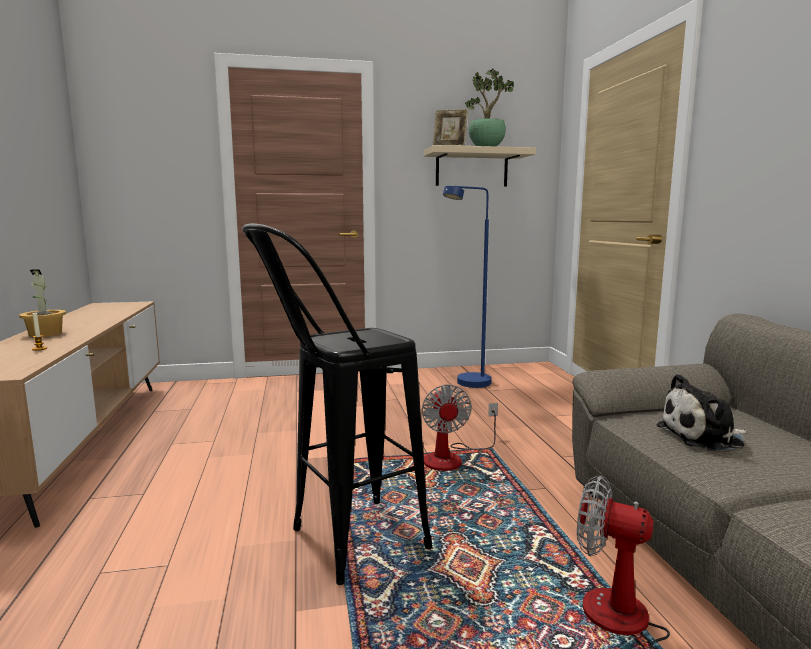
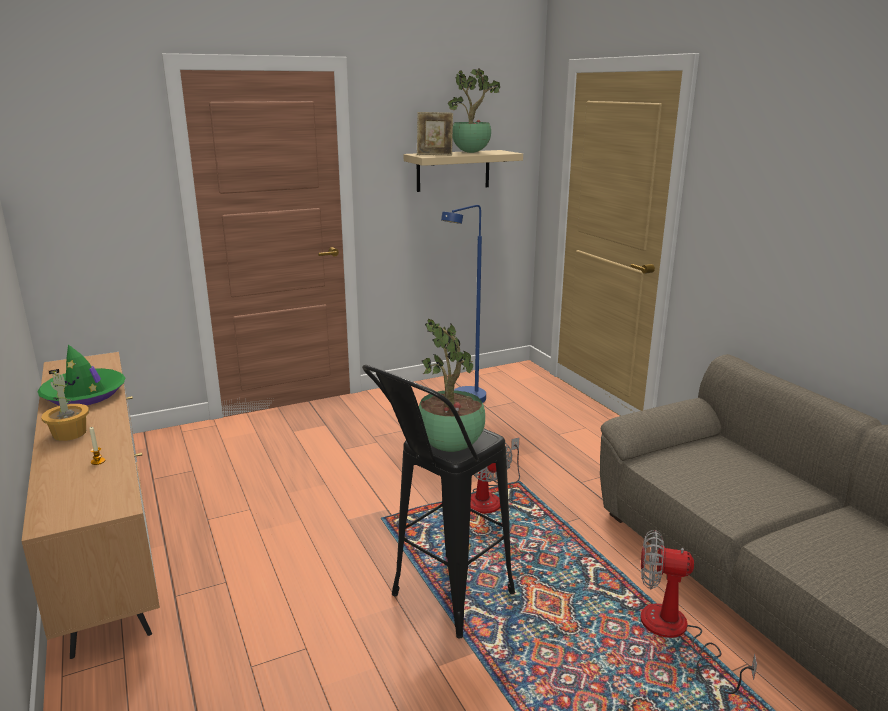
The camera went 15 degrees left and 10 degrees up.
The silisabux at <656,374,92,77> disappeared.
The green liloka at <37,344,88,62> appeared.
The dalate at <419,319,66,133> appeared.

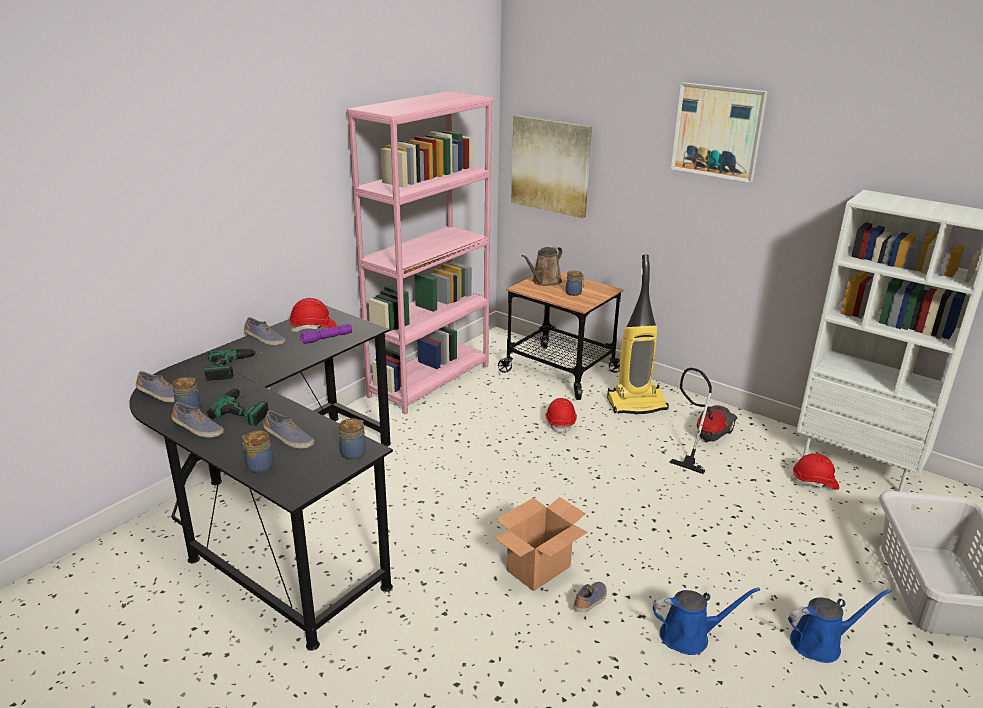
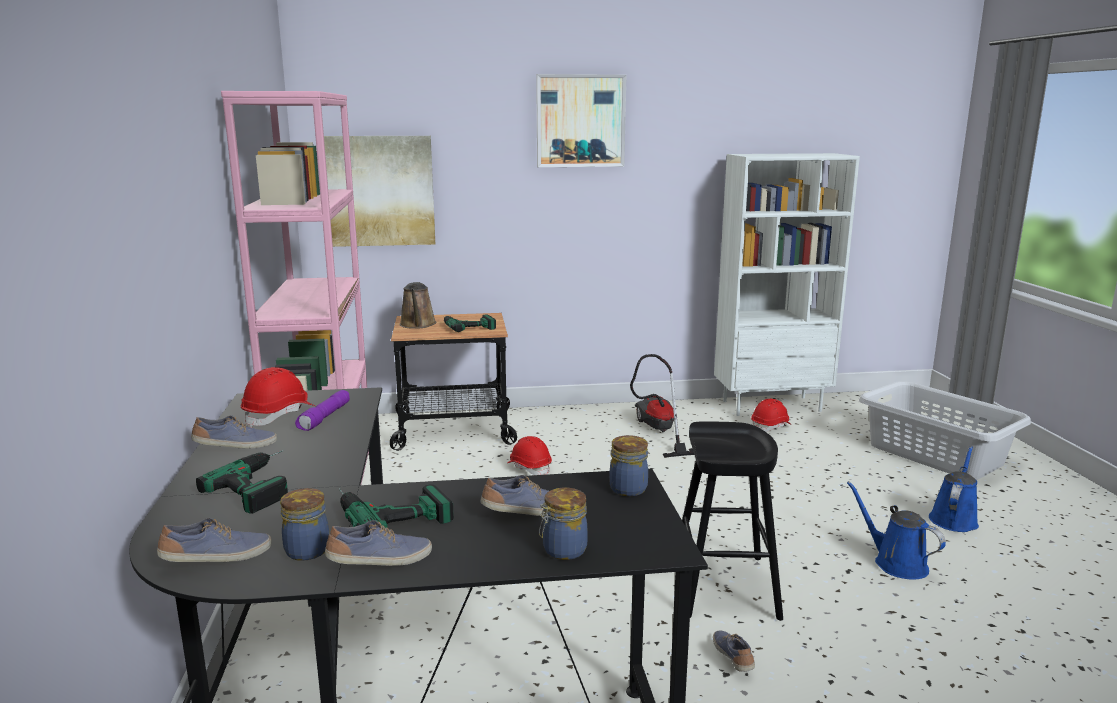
The camera went 45 degrees left and 10 degrees down.
The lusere at <494,497,94,94> was replaced by the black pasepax at <682,421,101,200>.
The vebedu at <566,271,18,25> was replaced by the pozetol at <443,315,53,17>.
The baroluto moved from <573,582,34,30> to <713,631,42,41>.
The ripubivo at <607,255,62,159> disappeared.
The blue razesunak at <653,587,107,68> turned 75 degrees counterclockwise.

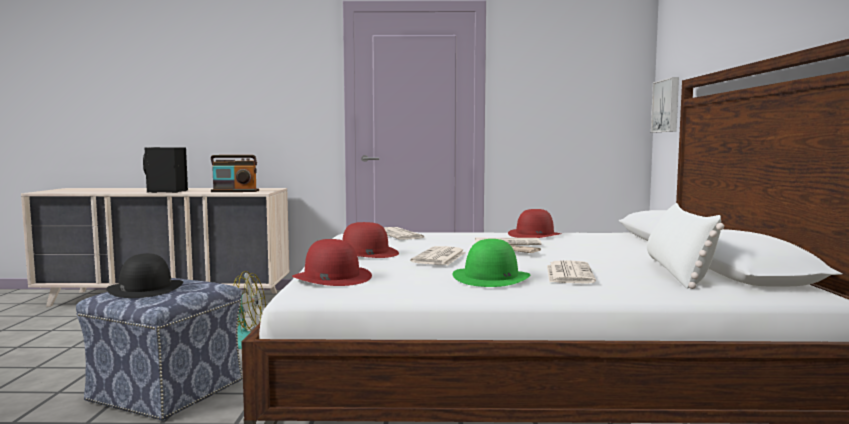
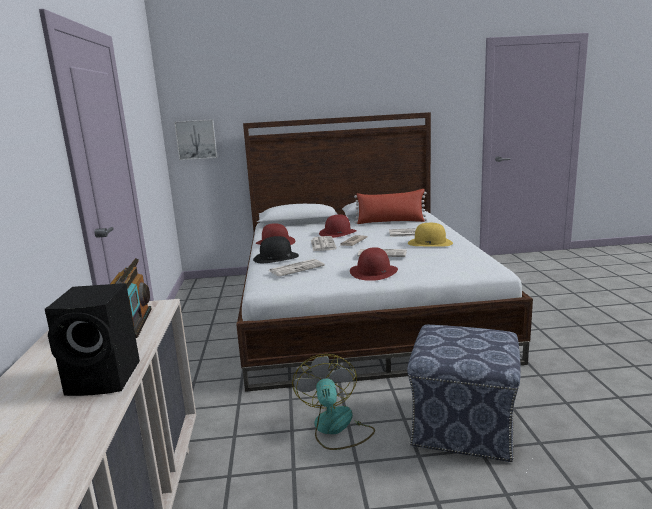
The camera went 95 degrees left and 10 degrees up.
The black liloka moved from <106,253,77,45> to <253,236,46,27>.
The red liloka moved from <292,239,80,47> to <319,214,37,24>.
The green liloka at <453,239,77,48> became the yellow liloka at <408,223,45,24>.
The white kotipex at <647,203,77,86> became the red kotipex at <354,189,73,35>.

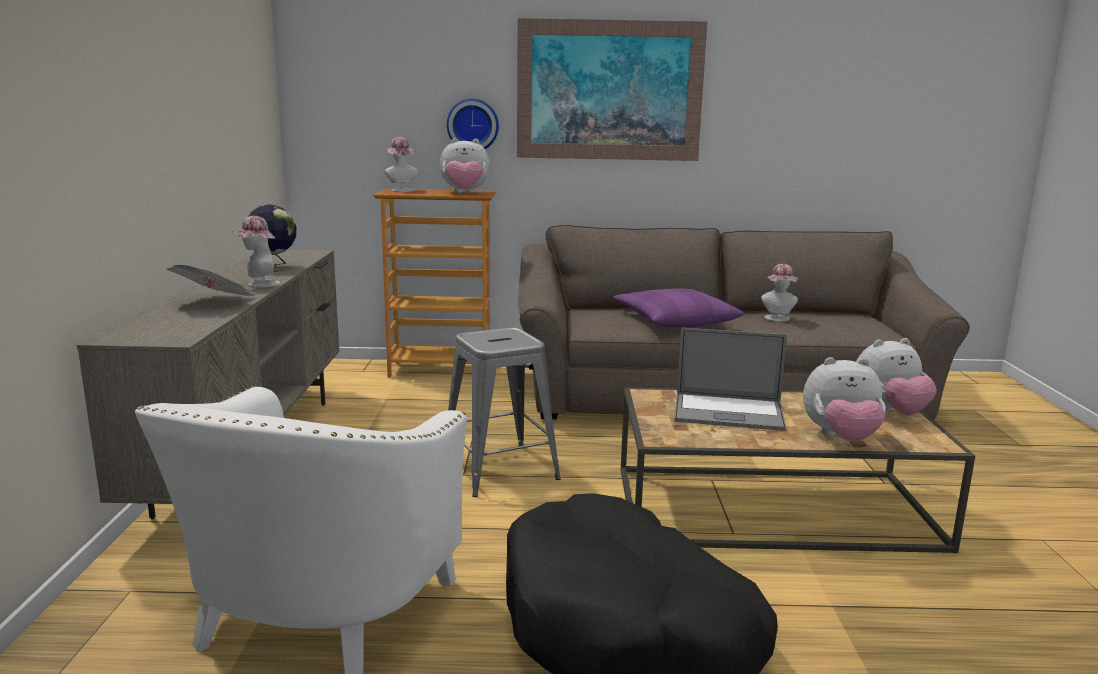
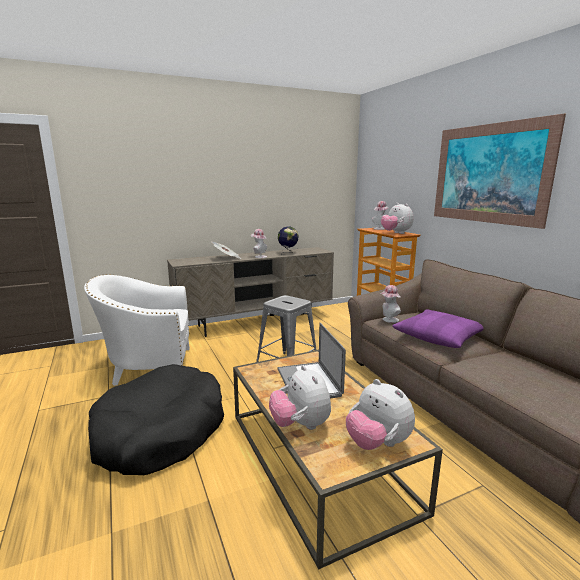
The camera went 65 degrees right and 0 degrees up.
The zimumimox at <447,98,52,51> disappeared.
The liloka moved from <761,264,37,58> to <380,285,21,38>.

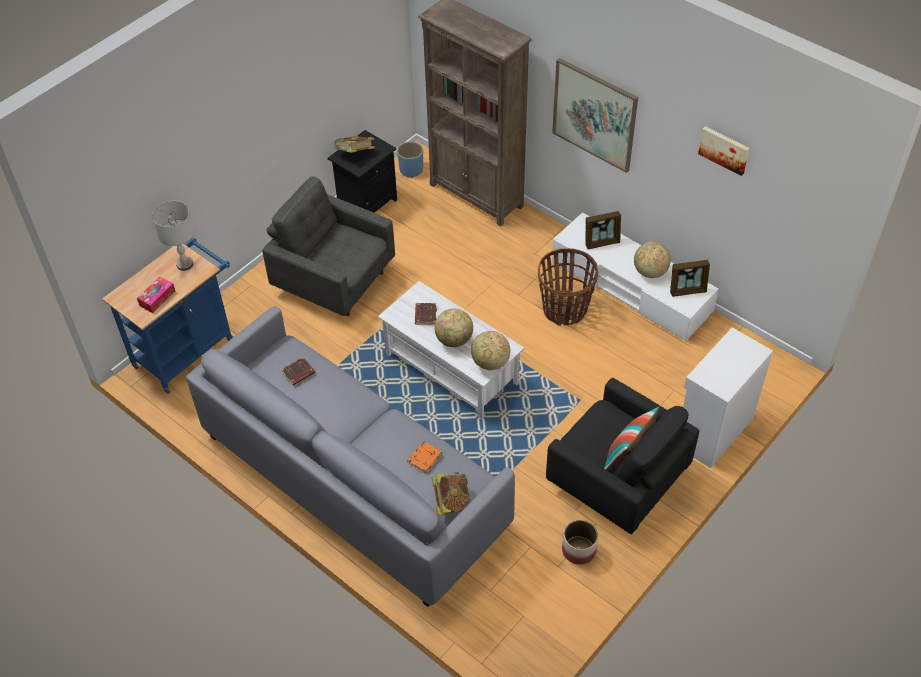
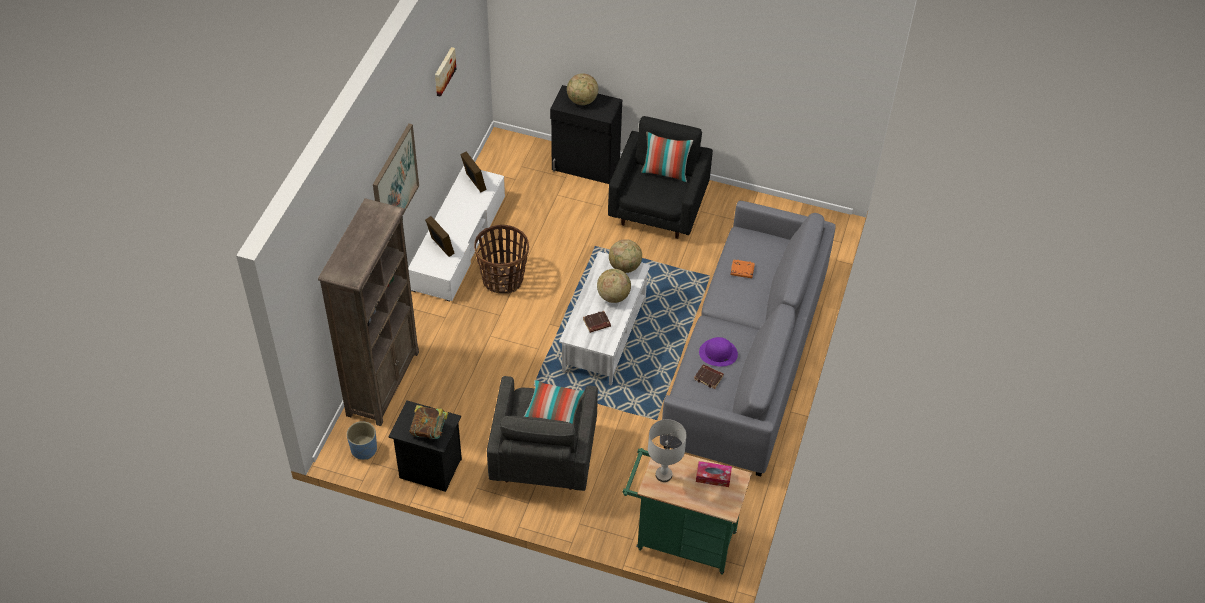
The camera went 115 degrees left and 0 degrees up.
The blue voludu at <102,238,131,156> became the green voludu at <622,446,130,129>.
The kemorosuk at <431,472,40,43> disappeared.
The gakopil at <562,520,36,45> disappeared.
The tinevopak moved from <634,242,37,36> to <567,73,31,32>.
The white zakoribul at <683,327,90,141> became the black zakoribul at <550,85,72,99>.
The kotipex at <523,380,62,45> appeared.
The purple liloka at <699,337,39,29> appeared.

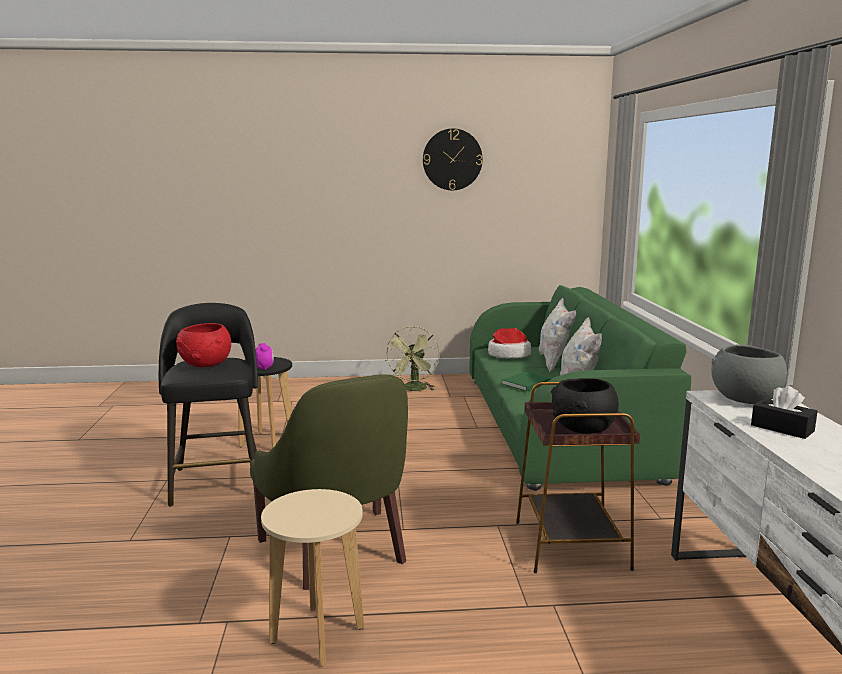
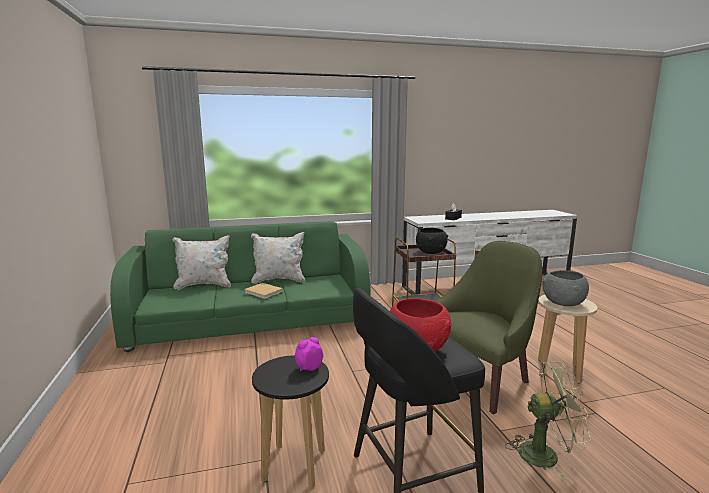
The camera went 100 degrees left and 0 degrees up.
The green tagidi moved from <385,326,55,65> to <505,361,86,119>.
The zimumimox at <423,128,60,62> disappeared.
The liloka at <488,328,43,30> disappeared.
The green kemorosuk at <502,372,49,19> became the beige kemorosuk at <244,283,39,16>.
The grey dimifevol moved from <711,344,76,60> to <542,270,47,36>.

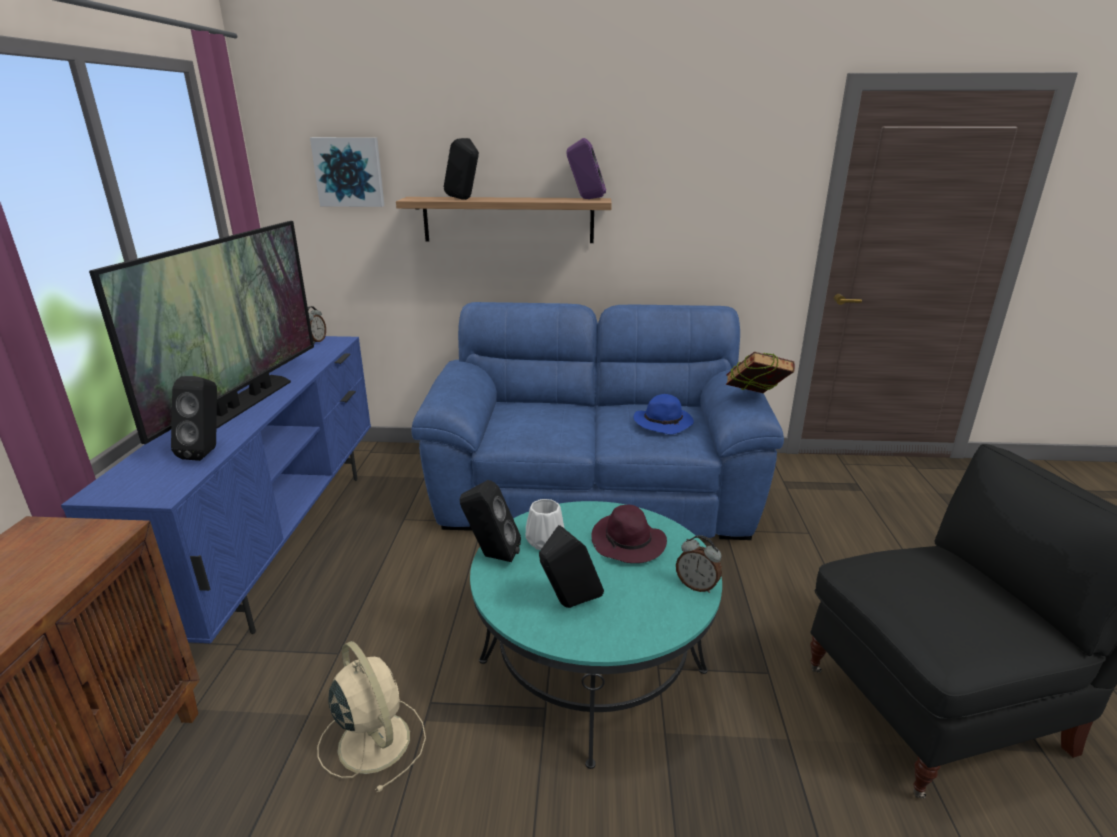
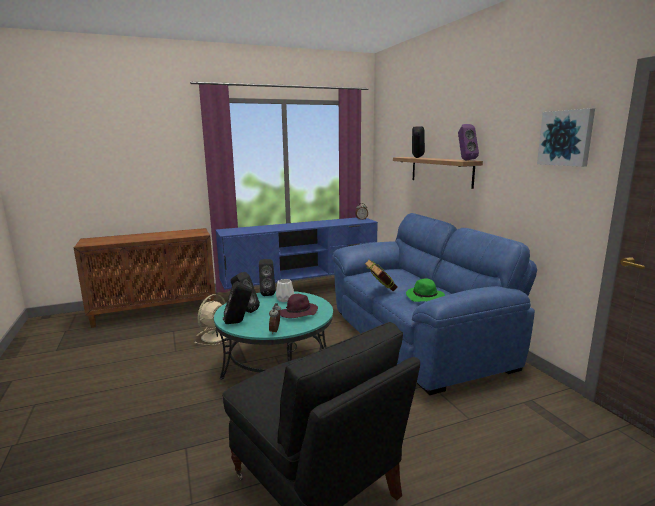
The camera went 65 degrees right and 10 degrees down.
The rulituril at <89,221,225,223> disappeared.
The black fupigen moved from <171,376,46,85> to <223,281,29,43>.
The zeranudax moved from <310,137,75,70> to <537,108,58,59>.
The blue liloka at <634,394,60,41> became the green liloka at <406,278,39,24>.
The kemorosuk moved from <726,352,69,41> to <364,259,33,32>.

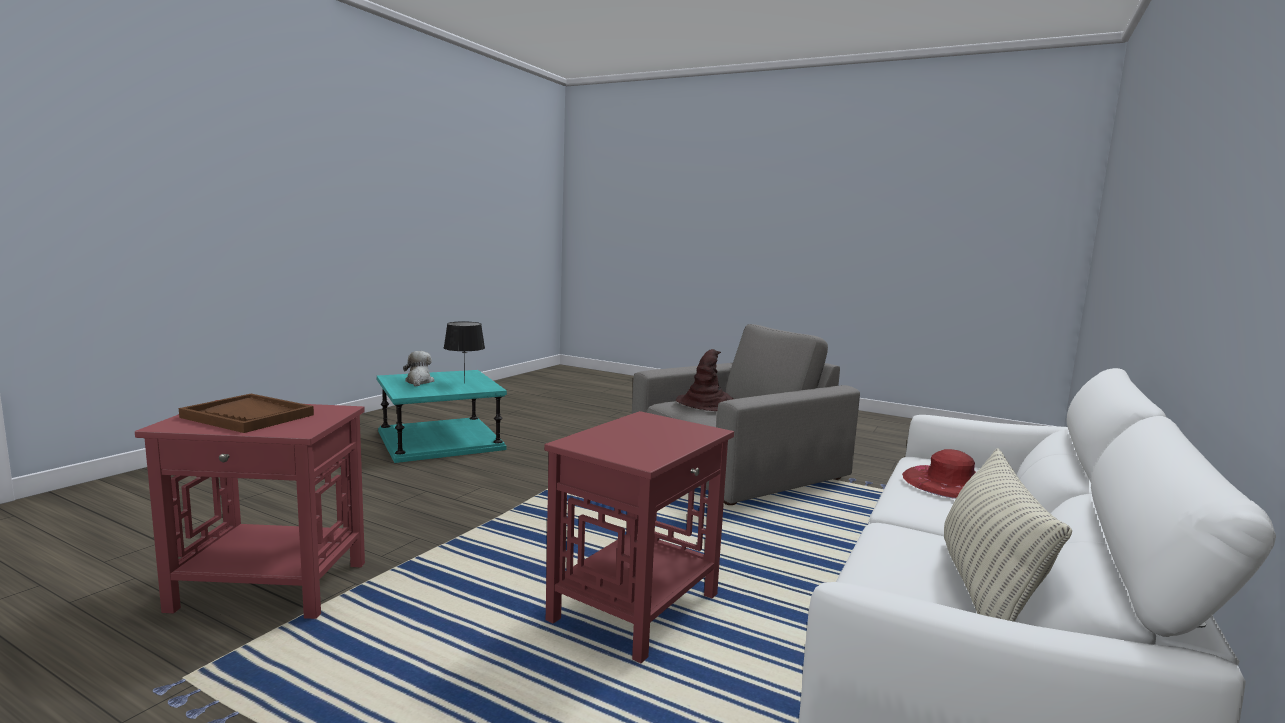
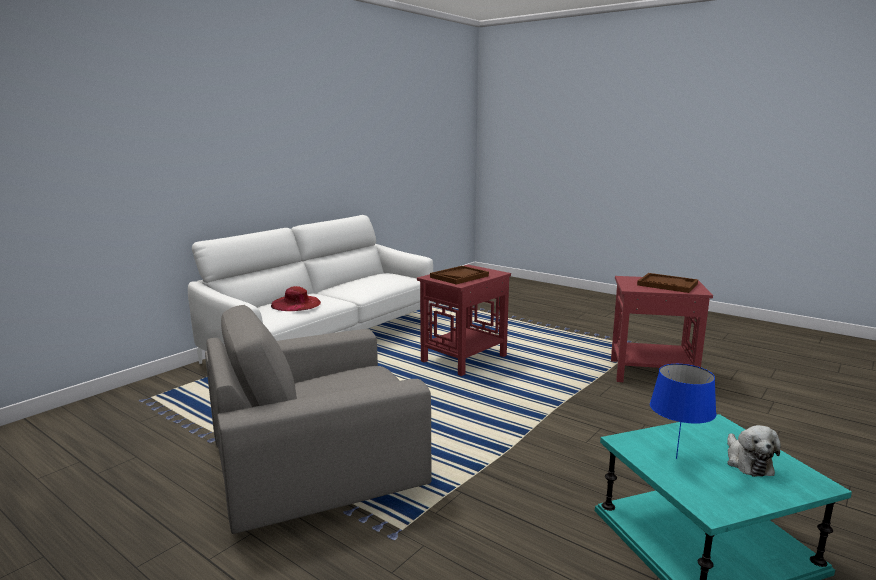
The camera went 170 degrees left and 5 degrees up.
The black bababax at <444,322,41,62> became the blue bababax at <650,364,67,95>.
The brown liloka at <676,349,57,62> disappeared.
The kotipex at <944,448,128,174> disappeared.
The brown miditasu at <430,266,59,18> appeared.

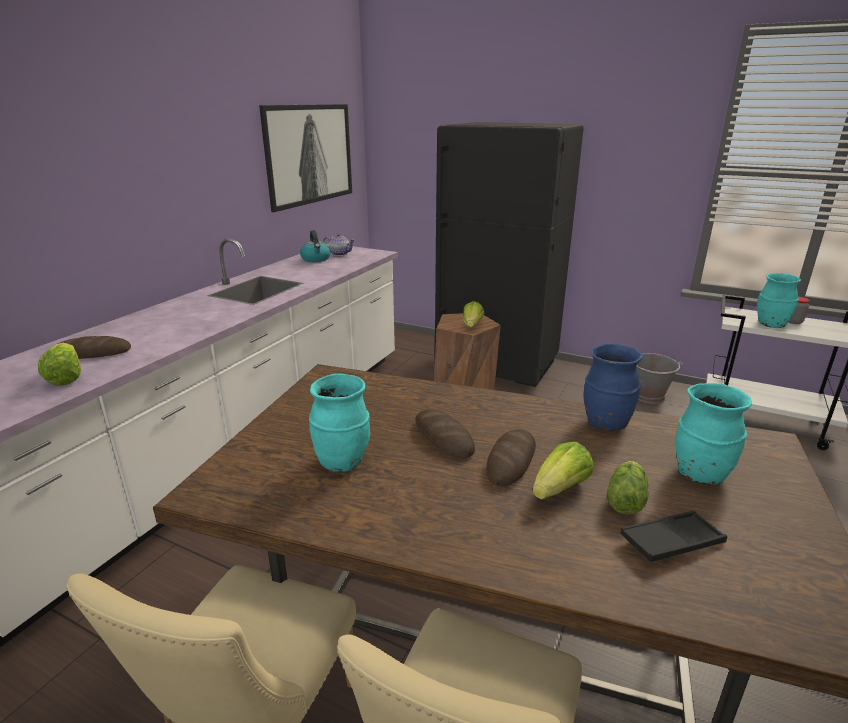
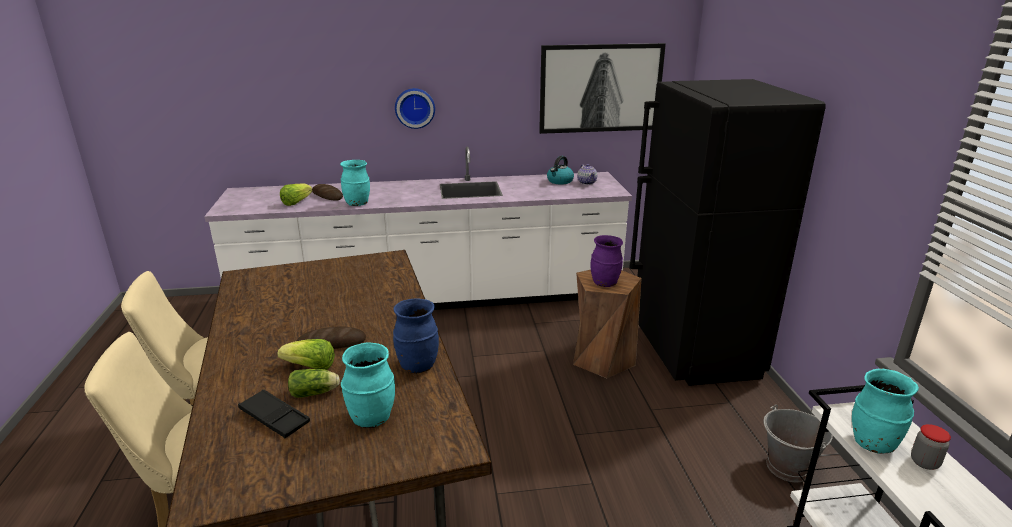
The camera went 55 degrees right and 0 degrees up.
The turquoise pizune moved from <309,374,61,98> to <340,160,30,46>.
The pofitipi at <415,409,60,50> disappeared.
The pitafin at <463,301,22,26> was replaced by the purple pizune at <590,235,33,52>.
The zimumimox at <395,88,40,41> appeared.

